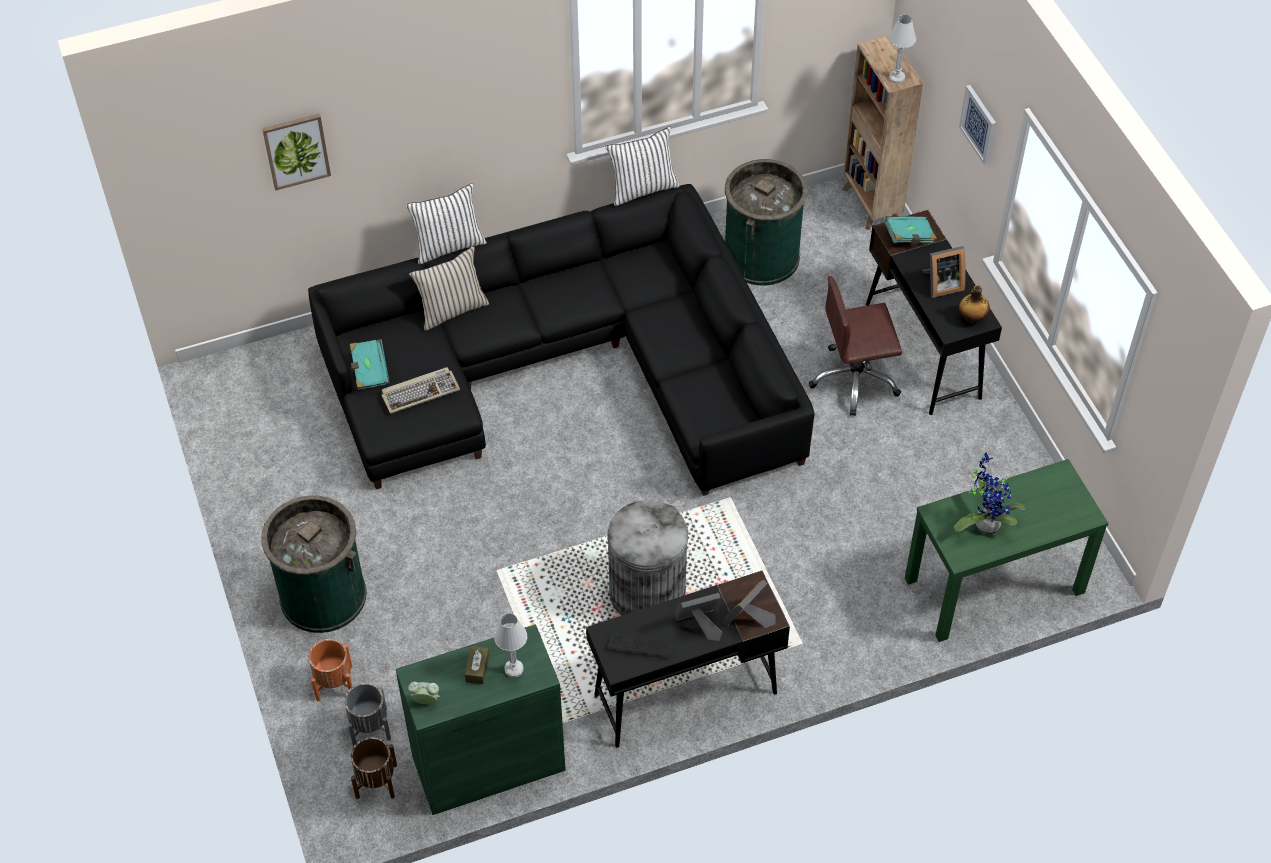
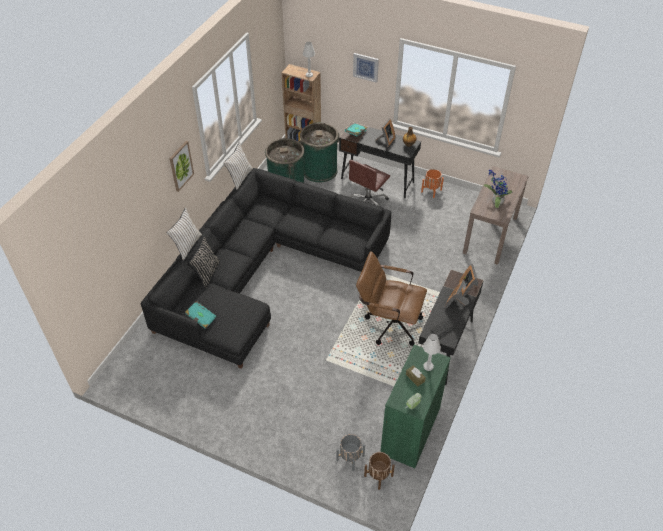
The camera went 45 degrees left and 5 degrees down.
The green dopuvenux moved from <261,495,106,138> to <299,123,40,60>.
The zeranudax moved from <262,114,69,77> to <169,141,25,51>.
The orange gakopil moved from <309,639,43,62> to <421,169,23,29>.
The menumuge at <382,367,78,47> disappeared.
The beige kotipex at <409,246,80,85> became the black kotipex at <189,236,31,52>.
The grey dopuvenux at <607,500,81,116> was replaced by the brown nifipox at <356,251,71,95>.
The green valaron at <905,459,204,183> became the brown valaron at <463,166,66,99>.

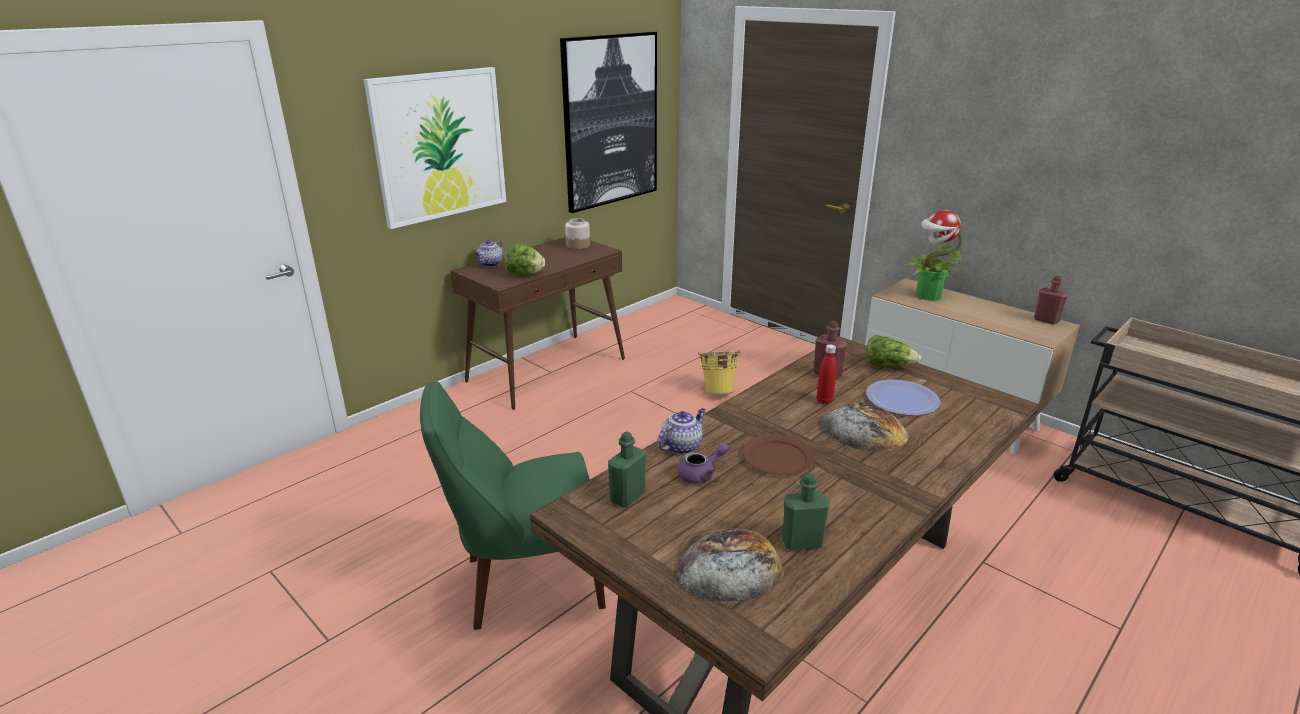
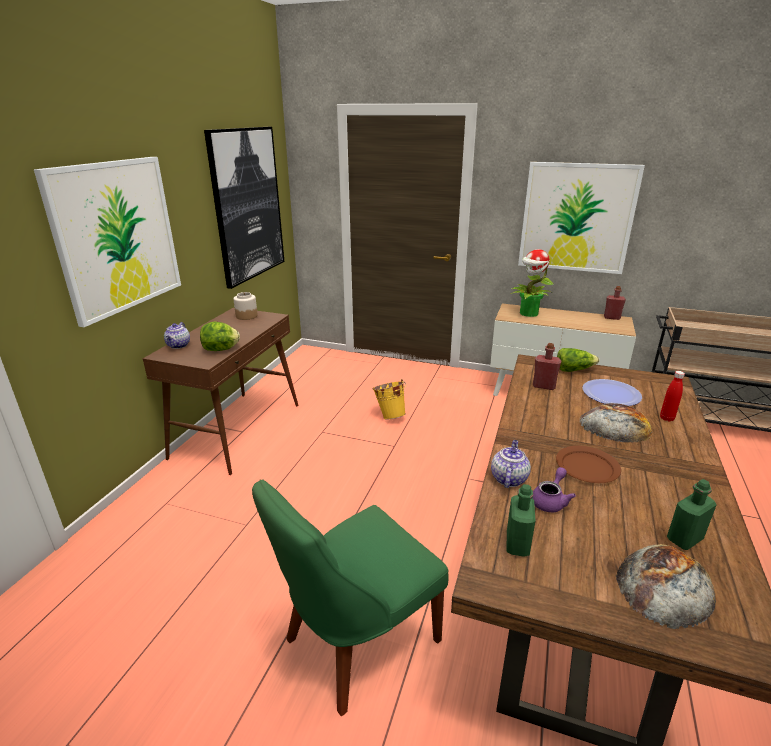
The camera went 25 degrees left and 0 degrees up.
The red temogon moved from <817,344,20,60> to <660,371,25,50>.
The zeranudax at <518,162,127,112> appeared.

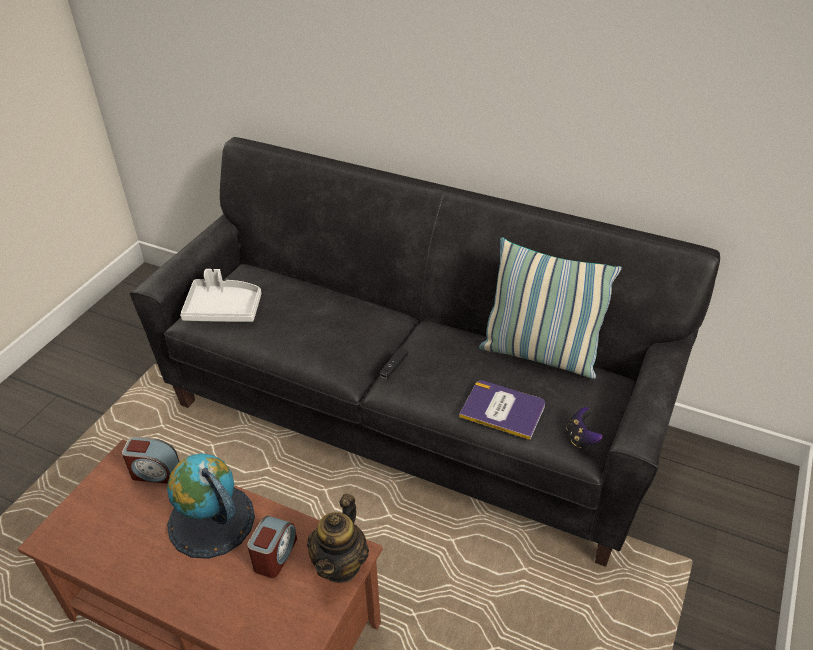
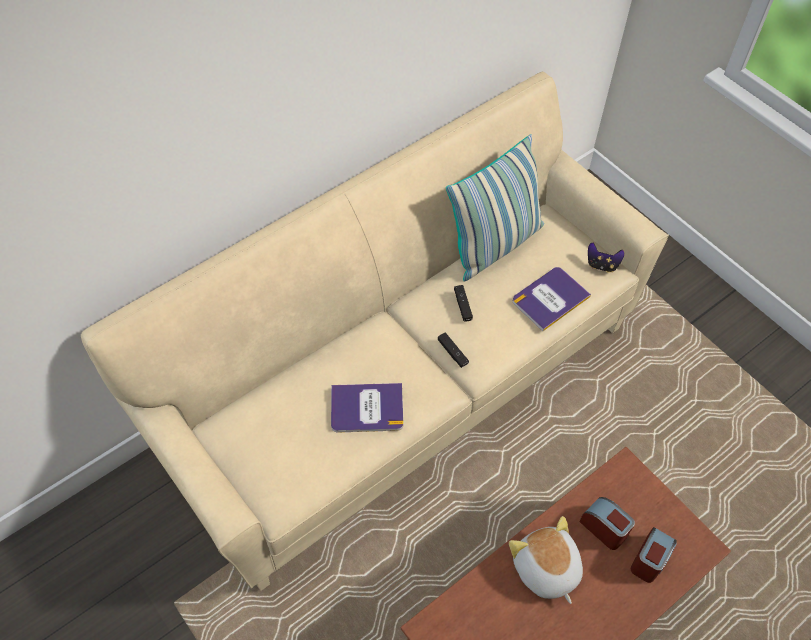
The camera went 65 degrees left and 15 degrees up.
The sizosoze moved from <122,437,58,47> to <631,527,46,56>.
The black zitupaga at <130,137,590,430> became the beige zitupaga at <81,72,588,519>.
The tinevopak at <167,453,88,106> was replaced by the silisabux at <509,516,74,88>.
The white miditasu at <180,269,81,53> disappeared.
The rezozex at <307,493,62,90> disappeared.
The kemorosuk at <331,383,72,50> appeared.
The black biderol at <454,285,19,37> appeared.

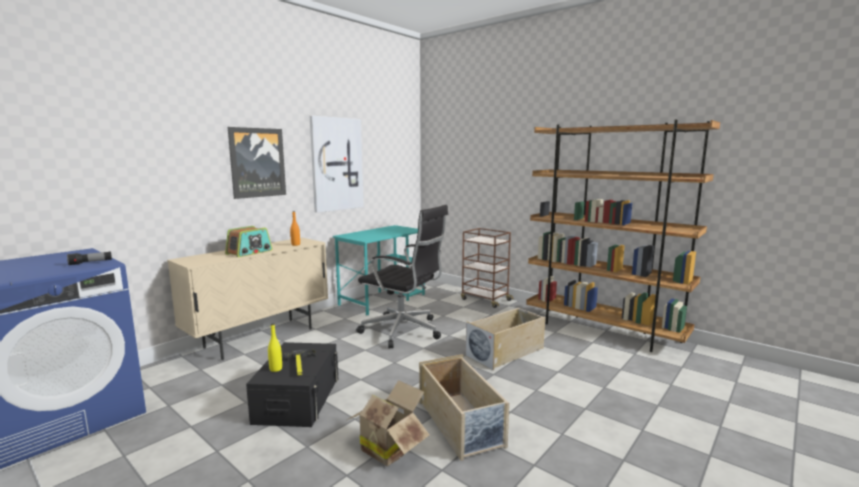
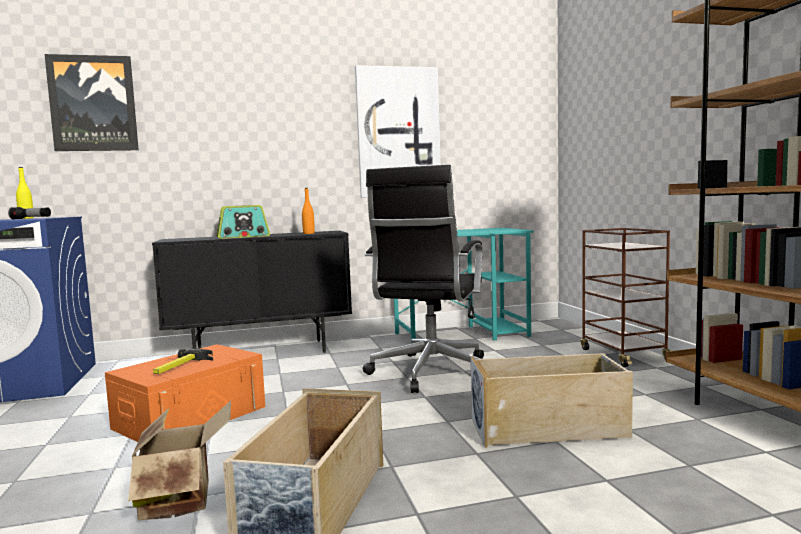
The camera went 35 degrees right and 5 degrees down.
The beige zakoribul at <167,238,161,122> became the black zakoribul at <152,231,200,122>.
The zeranudax moved from <228,127,58,72> to <44,54,95,97>.
The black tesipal at <246,342,92,85> became the orange tesipal at <105,344,160,98>.
The yellow temogon moved from <268,323,14,49> to <16,167,18,52>.
The black nifipox at <356,205,92,143> turned 45 degrees clockwise.

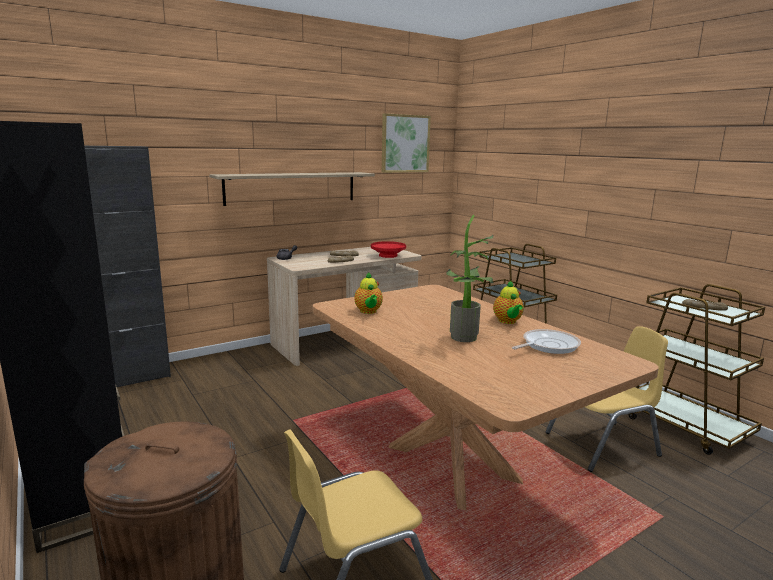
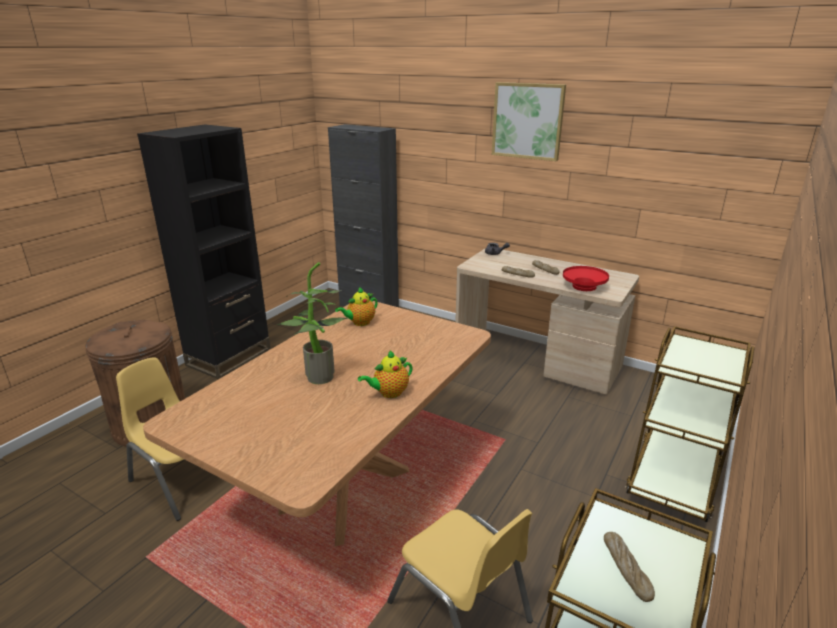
The camera went 65 degrees right and 10 degrees up.
The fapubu at <209,172,166,34> disappeared.
The zeranudax moved from <382,113,49,60> to <492,82,74,79>.
The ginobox at <512,329,69,25> disappeared.

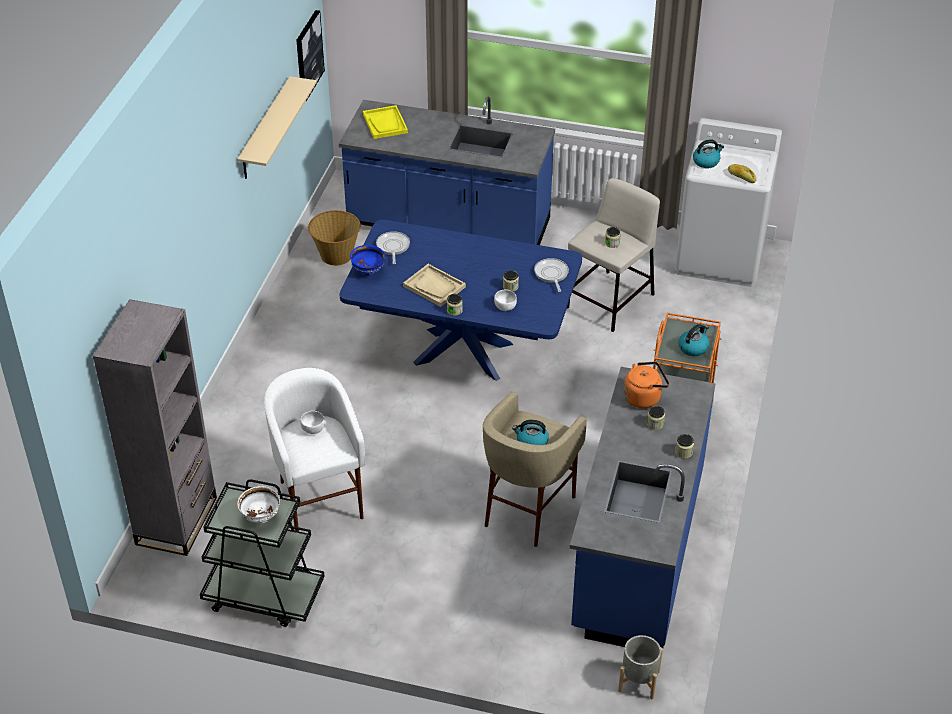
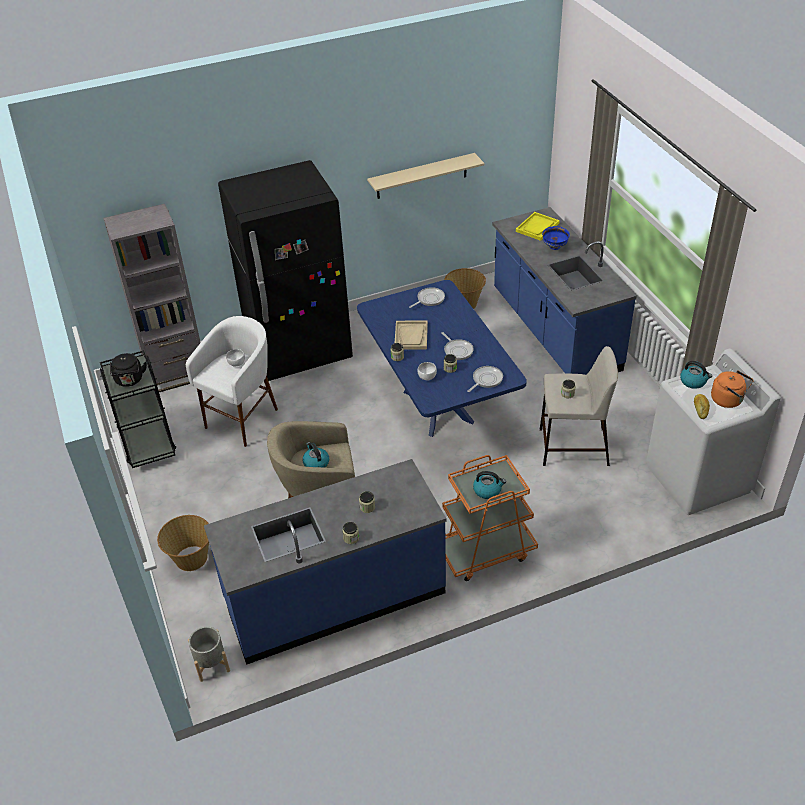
The camera went 55 degrees right and 0 degrees up.
The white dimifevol at <237,486,43,37> was replaced by the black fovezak at <110,353,37,34>.
The zeranudax at <296,10,29,91> disappeared.
The blue dimifevol moved from <350,245,35,31> to <542,226,28,24>.
The orange fovezak moved from <624,362,45,46> to <711,370,42,38>.
The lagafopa at <157,515,52,56> appeared.
The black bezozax at <218,160,135,221> appeared.
The ginobox at <441,332,33,28> appeared.

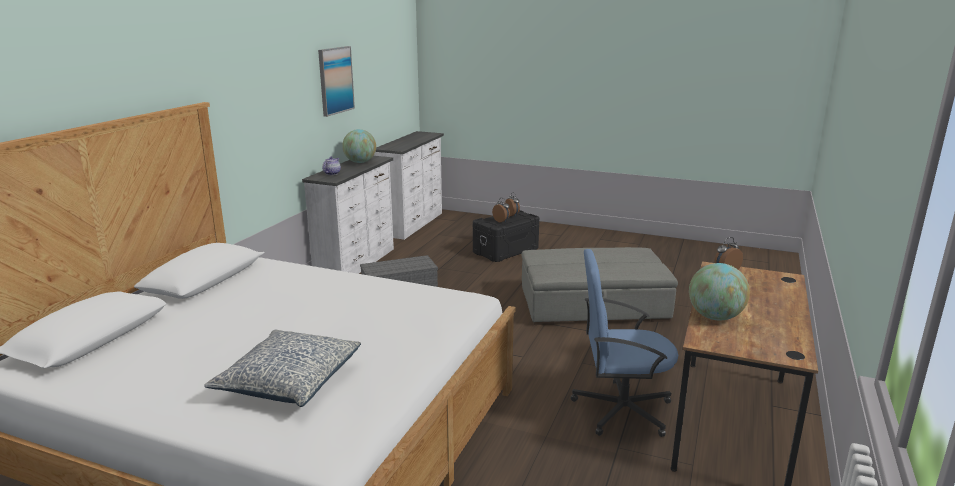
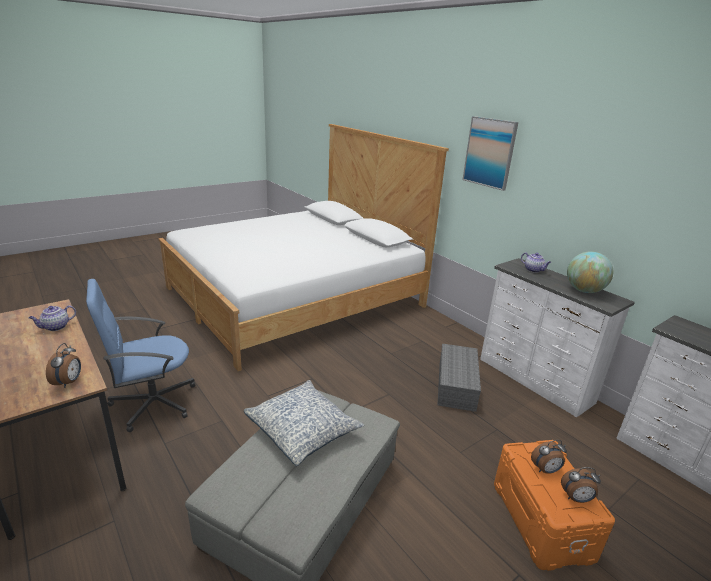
The camera went 120 degrees right and 5 degrees up.
The kotipex moved from <204,329,157,78> to <244,380,120,86>.
The zeranudax moved from <318,46,37,71> to <462,116,56,75>.
The black tesipal at <473,210,66,52> became the orange tesipal at <494,440,121,131>.
The blue nifipox at <571,249,107,188> turned 150 degrees counterclockwise.
The tinevopak at <689,263,61,57> was replaced by the rezozex at <29,305,47,26>.

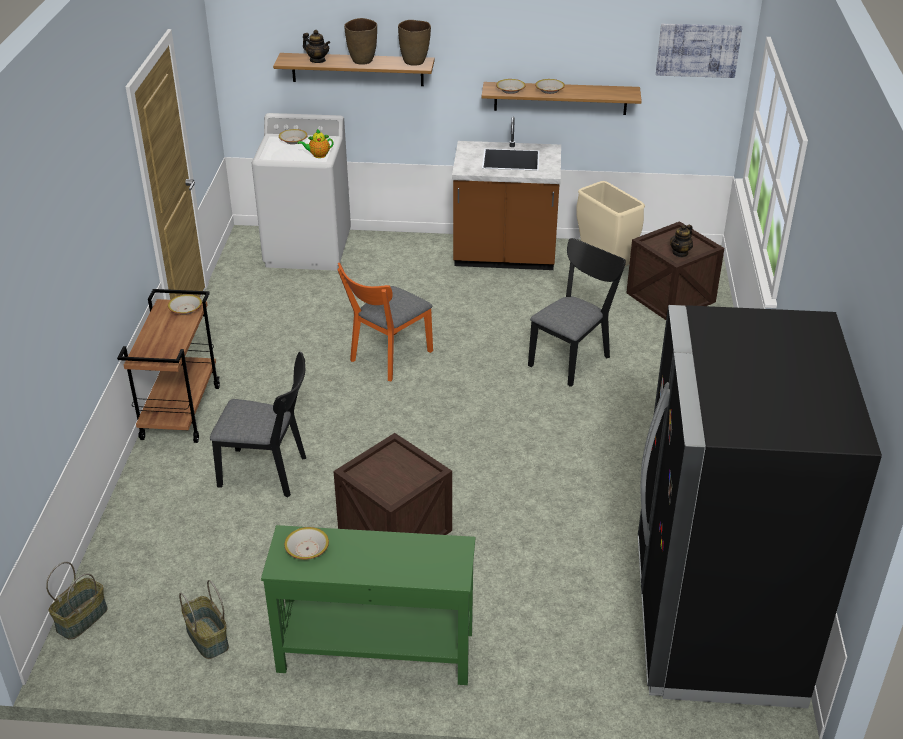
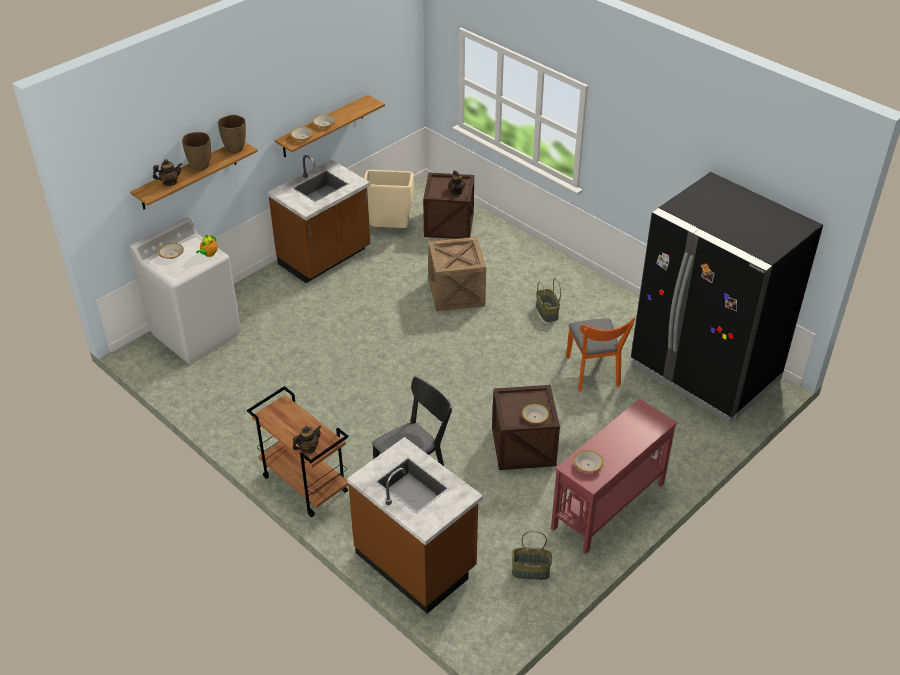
The camera went 50 degrees left and 5 degrees up.
The lagafopa moved from <46,562,62,77> to <536,278,25,44>.
The dimifevol moved from <168,294,34,21> to <522,404,27,20>.
The green valaron at <261,525,214,160> became the red valaron at <551,399,126,155>.
The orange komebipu moved from <337,262,96,119> to <566,318,69,73>.
The black komebipu at <528,238,98,149> was replaced by the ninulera at <428,237,58,74>.
The zeranudax at <656,24,86,54> disappeared.
The rezozex at <293,426,28,28> appeared.
The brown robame at <347,437,136,177> appeared.

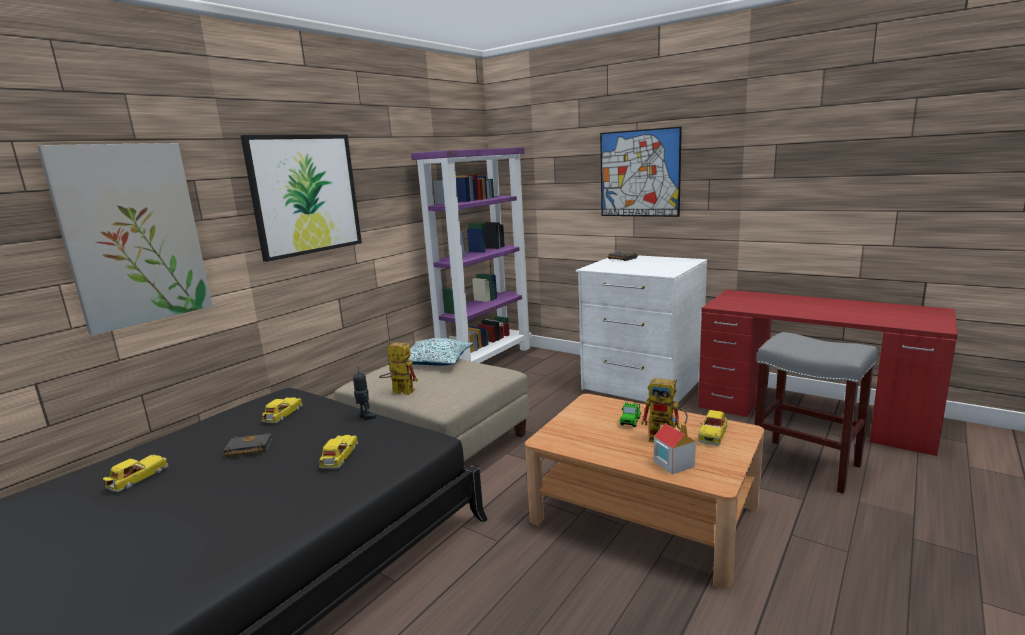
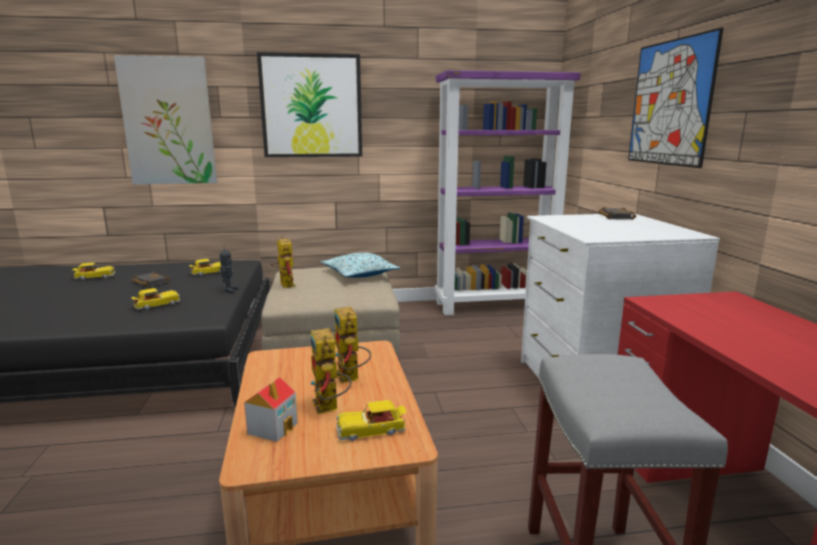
The camera went 45 degrees right and 0 degrees up.
The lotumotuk at <619,402,22,25> was replaced by the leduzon at <334,307,37,76>.

